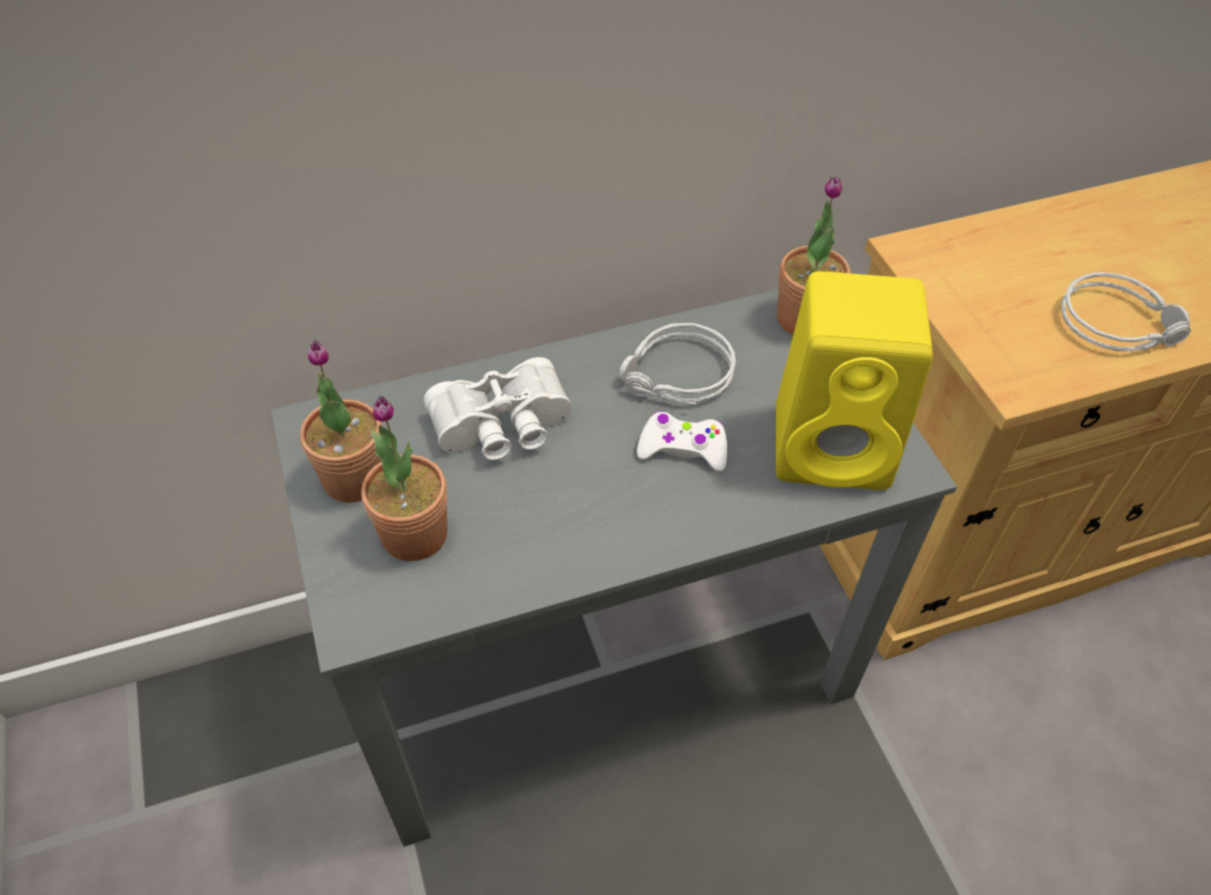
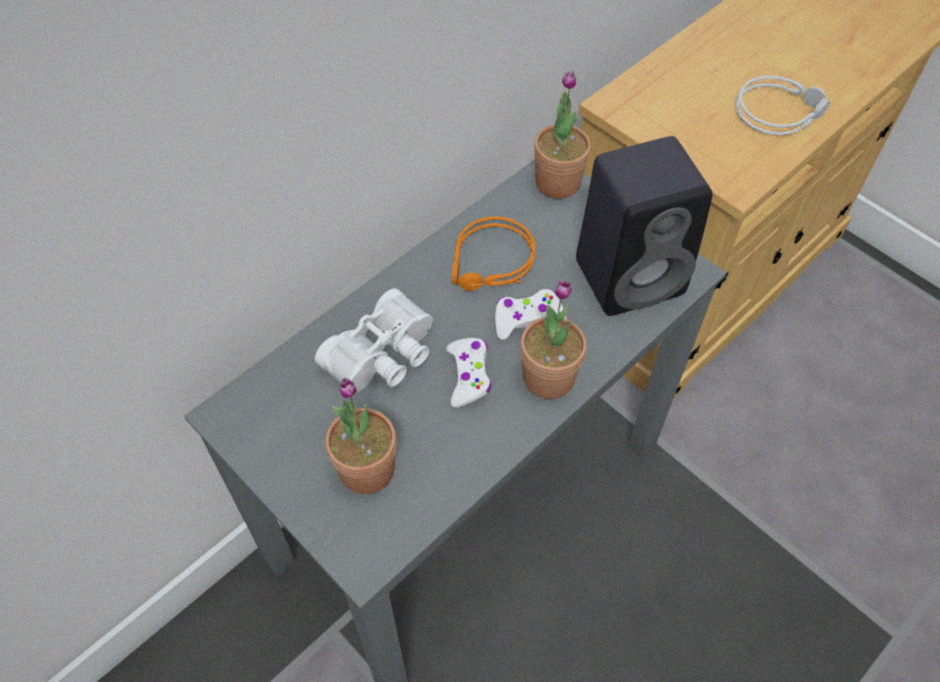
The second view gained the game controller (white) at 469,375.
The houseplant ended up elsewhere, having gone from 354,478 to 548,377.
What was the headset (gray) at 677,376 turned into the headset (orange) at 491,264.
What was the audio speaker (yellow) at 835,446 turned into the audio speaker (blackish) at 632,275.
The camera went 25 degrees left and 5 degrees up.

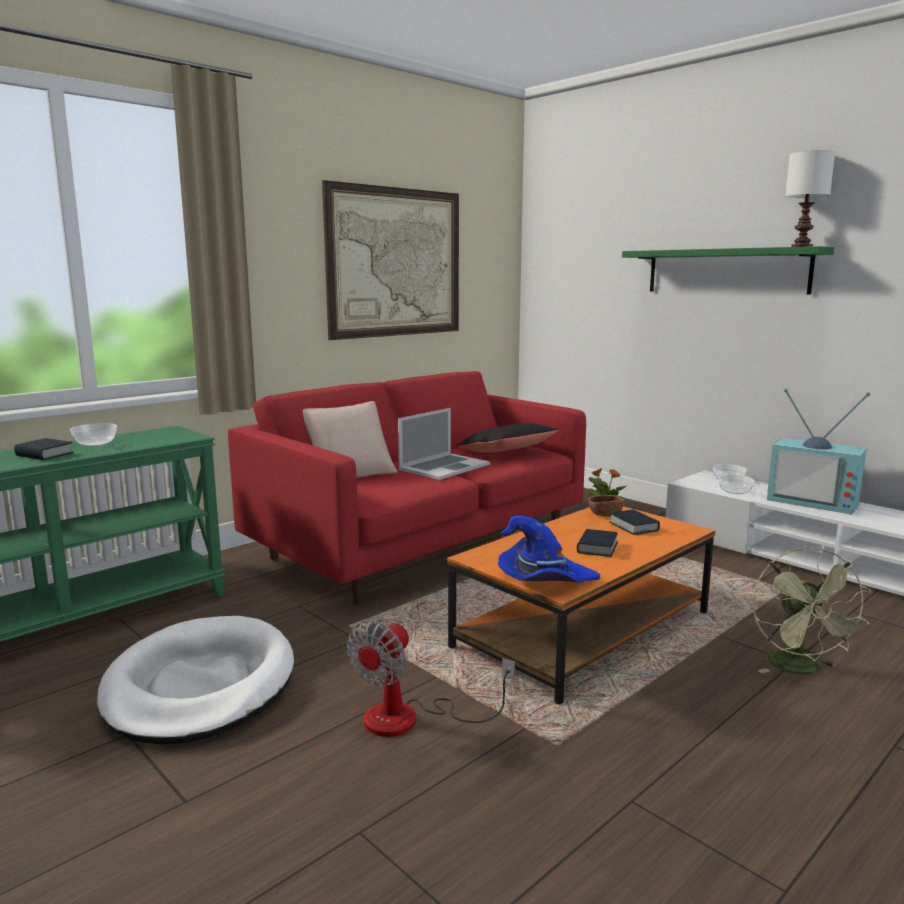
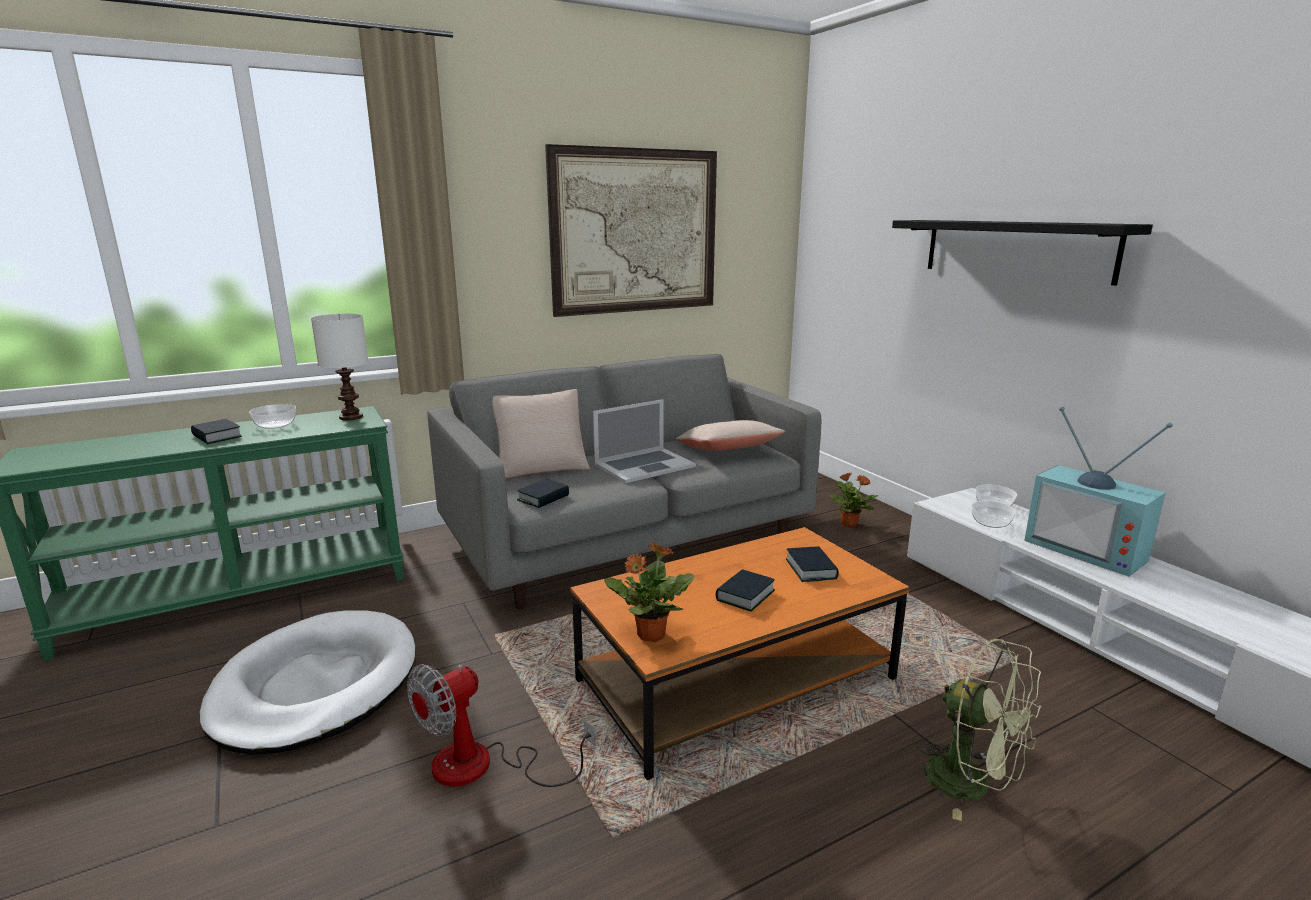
The second view lost the deep dish (brown) at 605,514.
The second view gained the volume at 543,498.
The table lamp (white) ended up elsewhere, having gone from 802,246 to 350,417.
Where the clothing hat (blue) stood at 544,580, the houseplant came to stand at 650,635.
What was the couch (red-coloured) at 420,544 turned into the couch (gray) at 627,541.
What was the pillow (blackish) at 507,452 turned into the pillow (sand-coloured) at 728,451.
What was the wall shelf (green) at 726,271 turned into the wall shelf (blackish) at 1015,249.
The cooling fan (green) at 800,669 ended up facing another way, 60 degrees counterclockwise from before.
The camera went 15 degrees right and 5 degrees up.

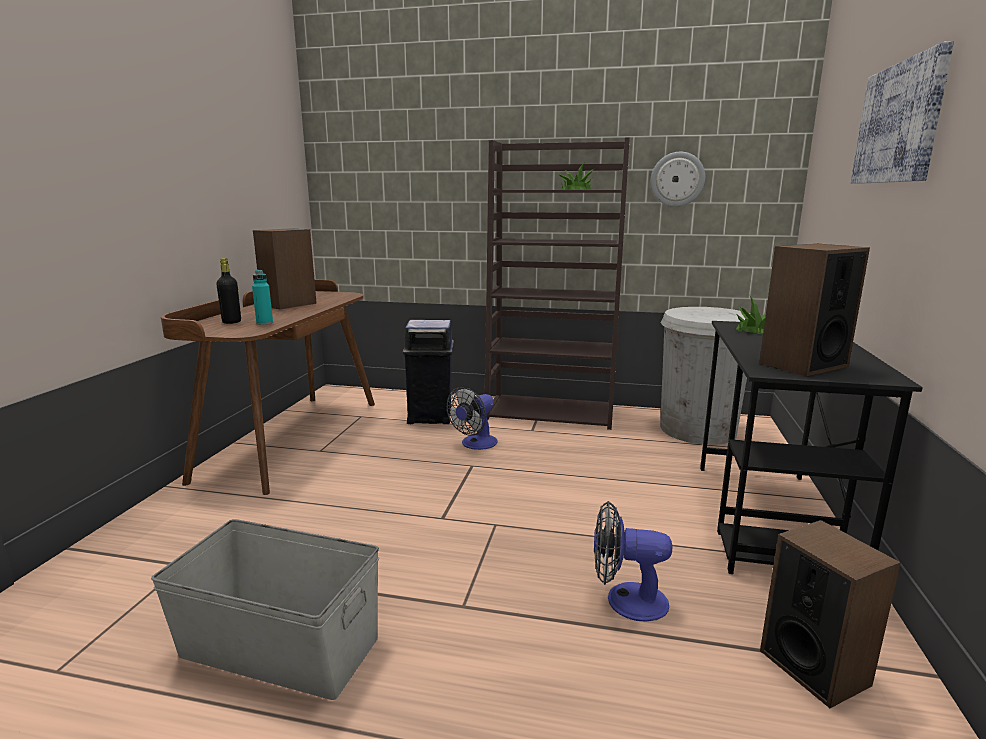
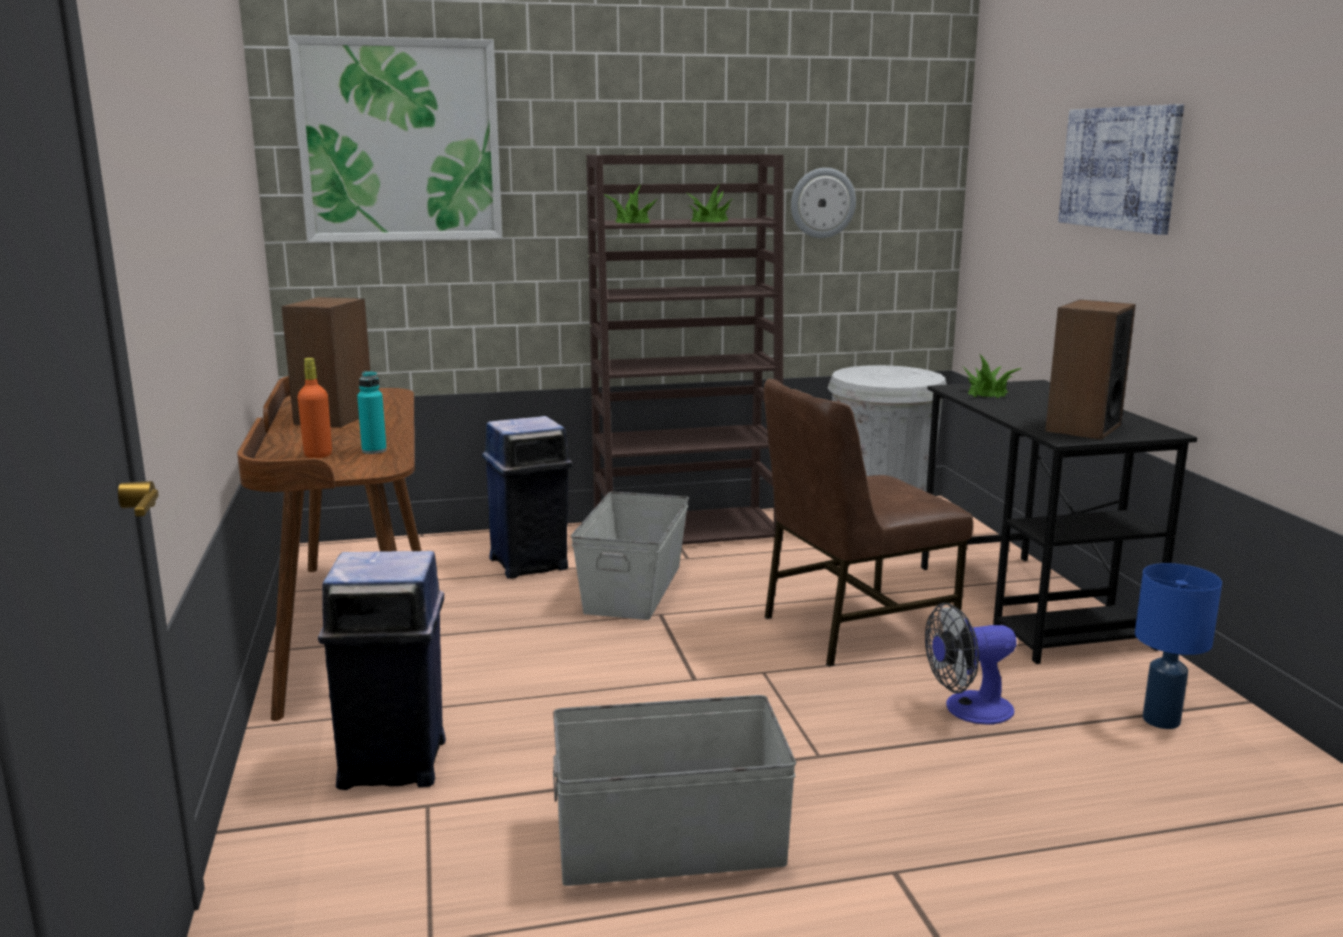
The second view gained the wall art at 400,141.
The second view gained the waste bin (blue) at 395,763.
The second view gained the houseplant at 632,221.
The second view gained the chair (brown) at 853,627.
Where the cooling fan stood at 475,444, the storage box (gray) came to stand at 634,588.
Where the audio speaker stood at 814,667, the table lamp (blue) came to stand at 1162,720.
What was the bottle (blackish) at 231,322 turned into the bottle (orange) at 318,455.
The camera went 25 degrees left and 0 degrees up.

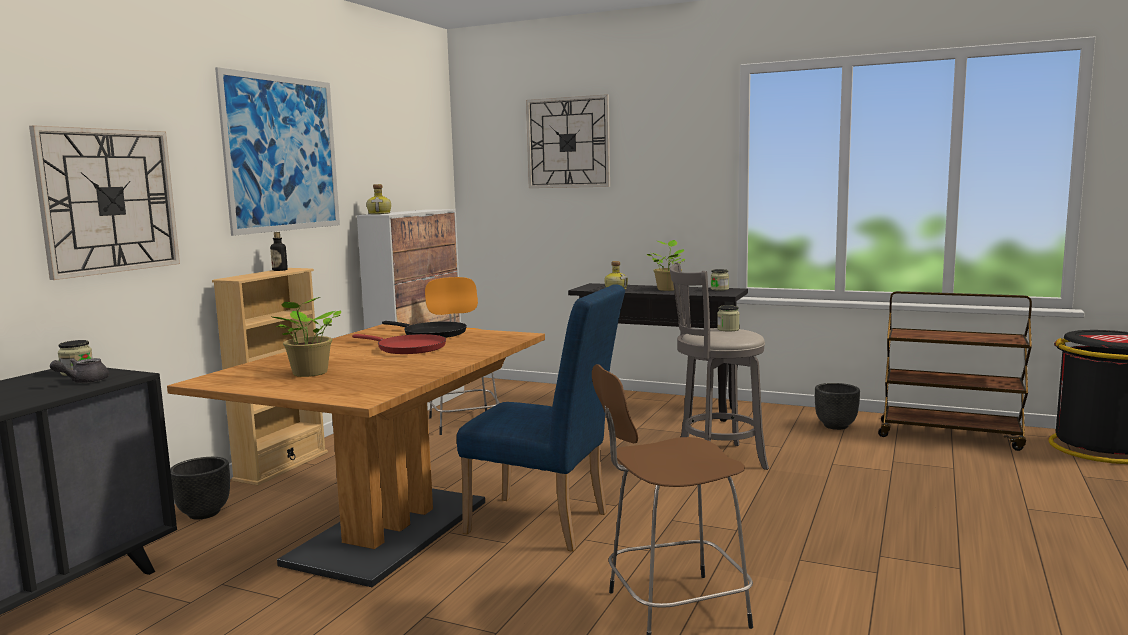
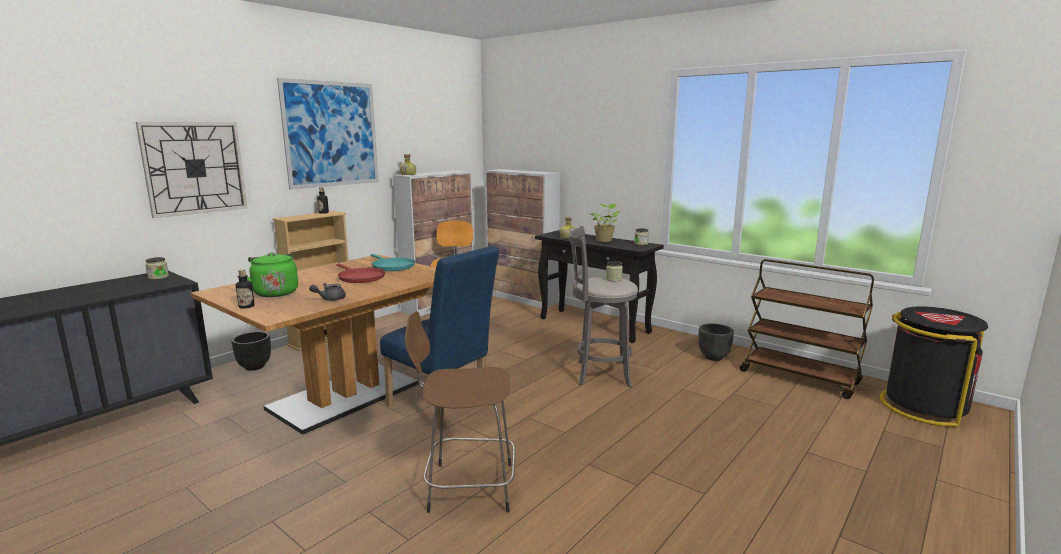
The second view lost the hanging clock at 568,142.
The second view gained the bottle at 246,306.
The second view gained the cabinet at 522,299.
The pot for tea (gray) ended up elsewhere, having gone from 83,381 to 330,299.
Where the houseplant stood at 309,374, the kettle (green) came to stand at 275,292.
What was the frying pan (blackish) at 431,334 turned into the frying pan (turquoise-coloured) at 392,266.
The camera went 15 degrees right and 5 degrees up.

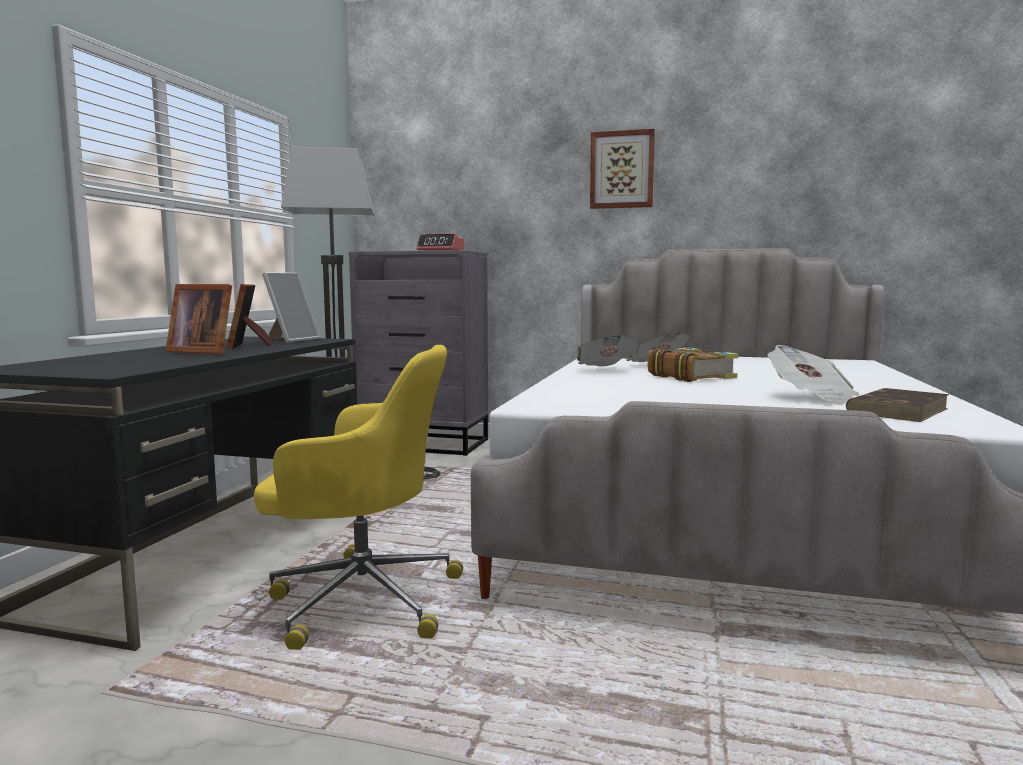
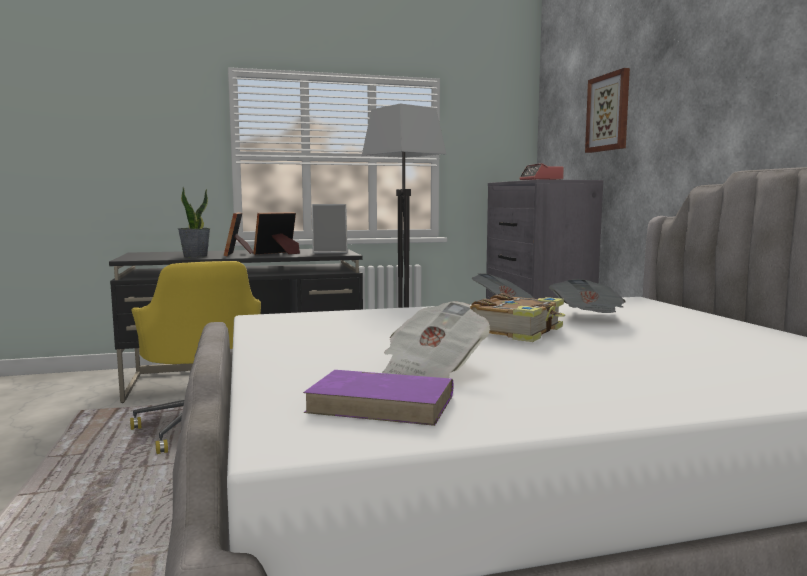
The second view gained the houseplant at 195,256.
The wall art ended up elsewhere, having gone from 622,170 to 608,112.
What was the volume (brown) at 897,410 turned into the volume (purple-coloured) at 383,403.
The camera went 60 degrees right and 0 degrees up.

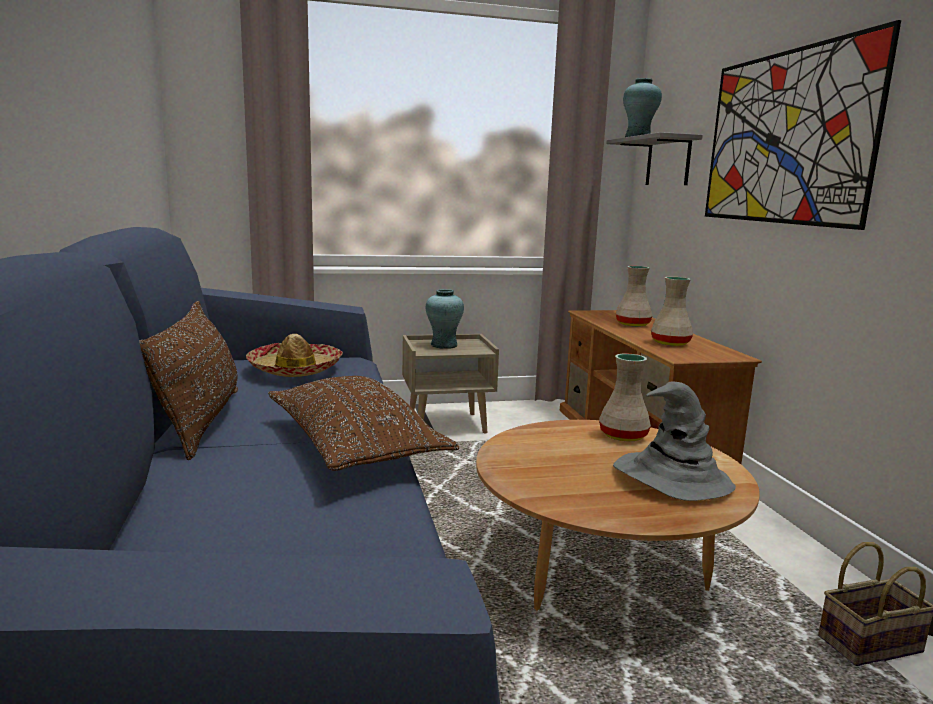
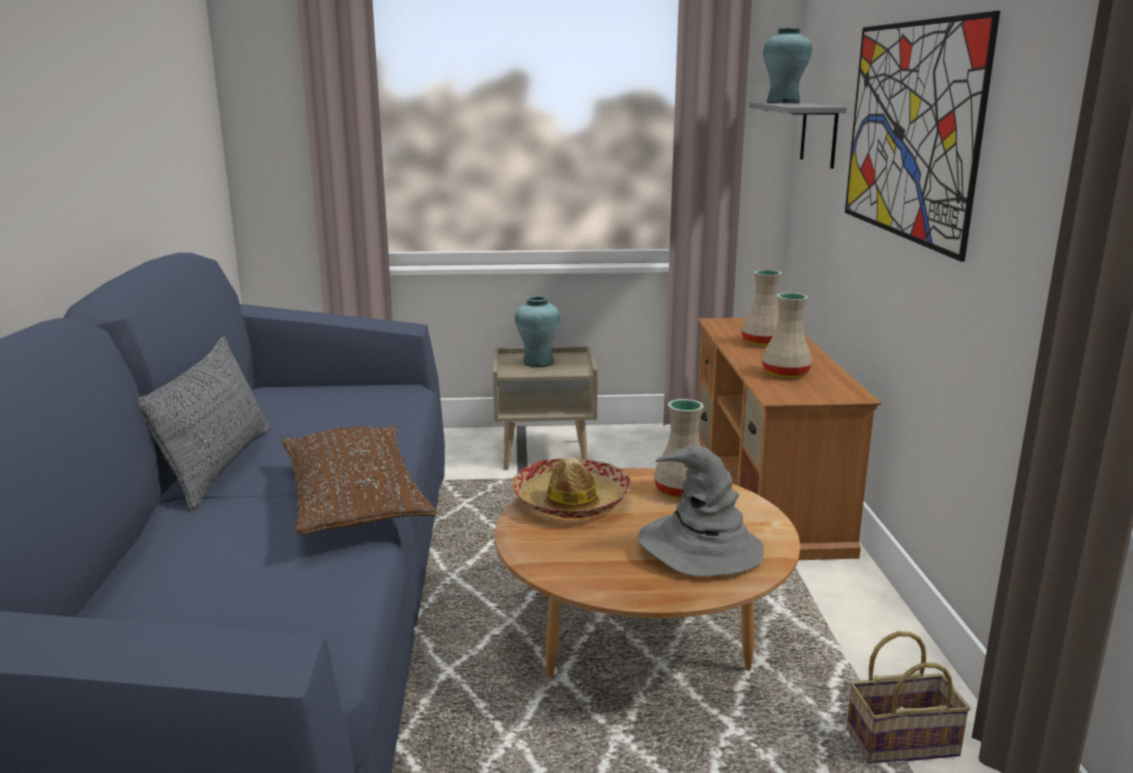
The clothing hat ended up elsewhere, having gone from 295,369 to 571,501.
What was the pillow (brown) at 200,421 turned into the pillow (gray) at 218,466.
The camera went 10 degrees right and 5 degrees up.

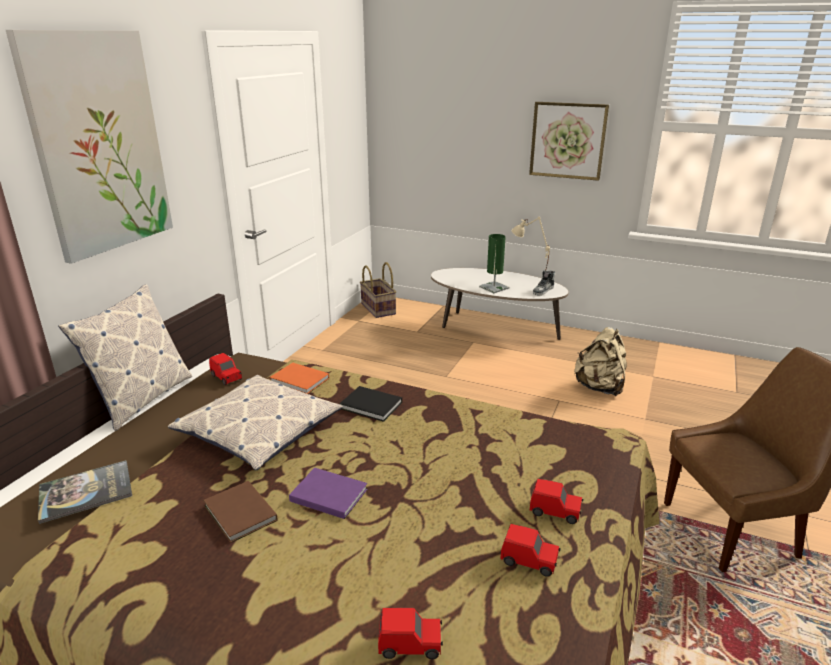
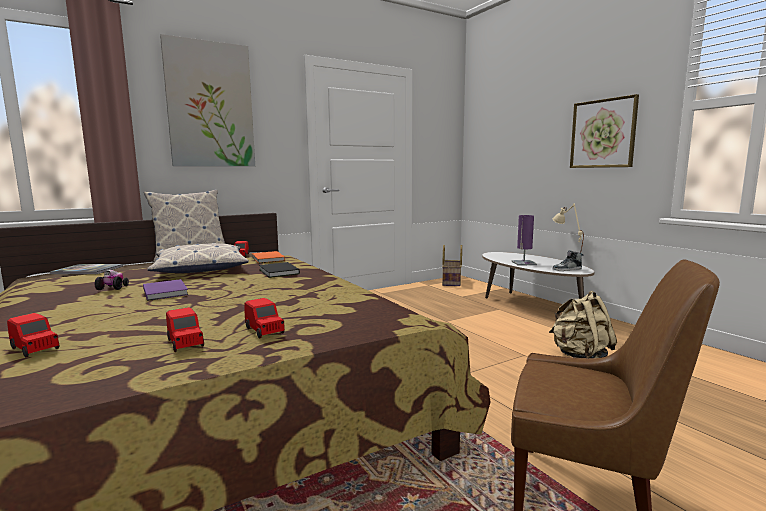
Where the volume (brown) stood at 240,515, the toy car came to stand at 113,288.
What was the table lamp (green) at 494,287 turned into the table lamp (purple-coloured) at 523,263.
The camera went 35 degrees right and 15 degrees down.

